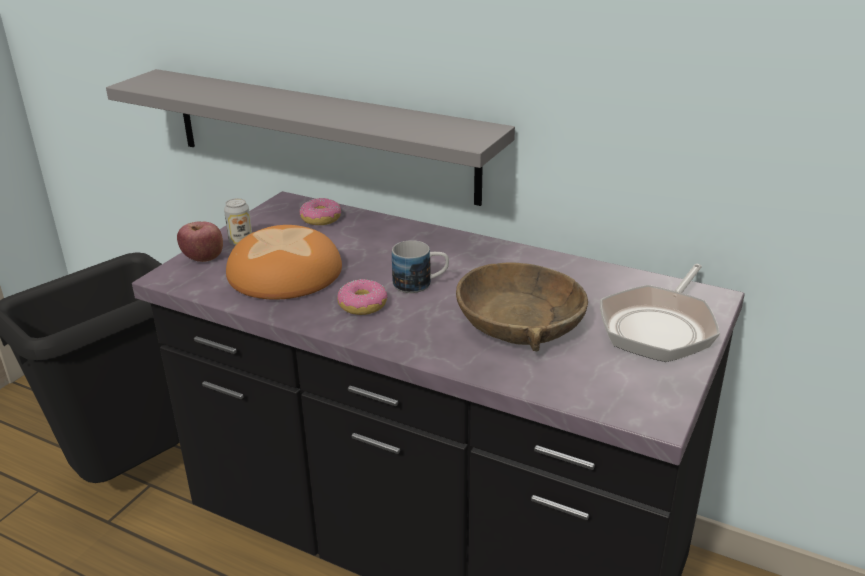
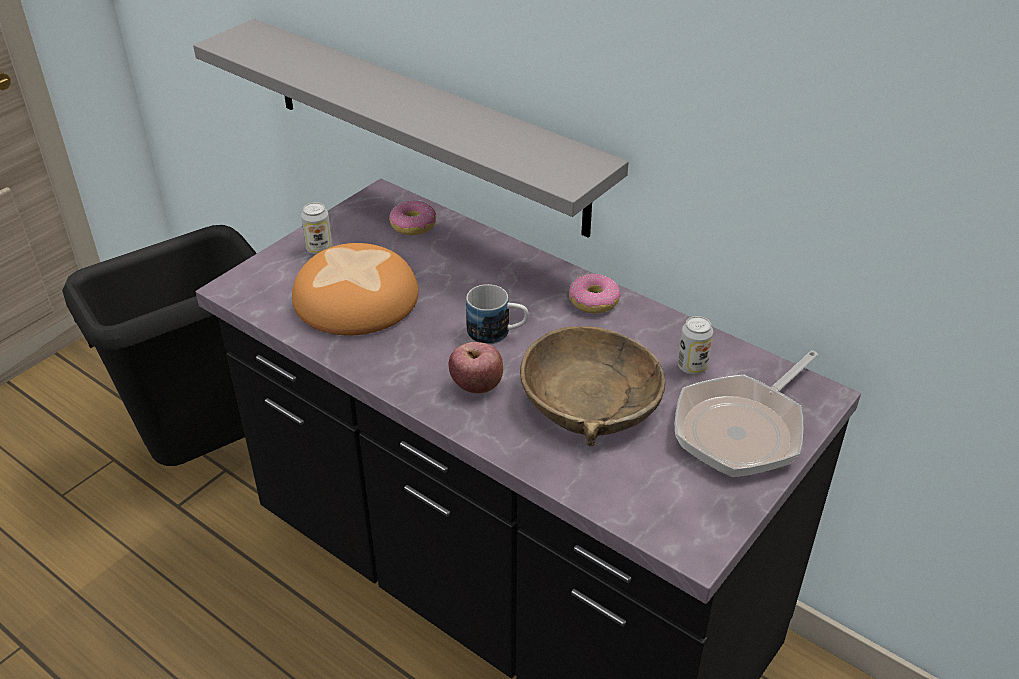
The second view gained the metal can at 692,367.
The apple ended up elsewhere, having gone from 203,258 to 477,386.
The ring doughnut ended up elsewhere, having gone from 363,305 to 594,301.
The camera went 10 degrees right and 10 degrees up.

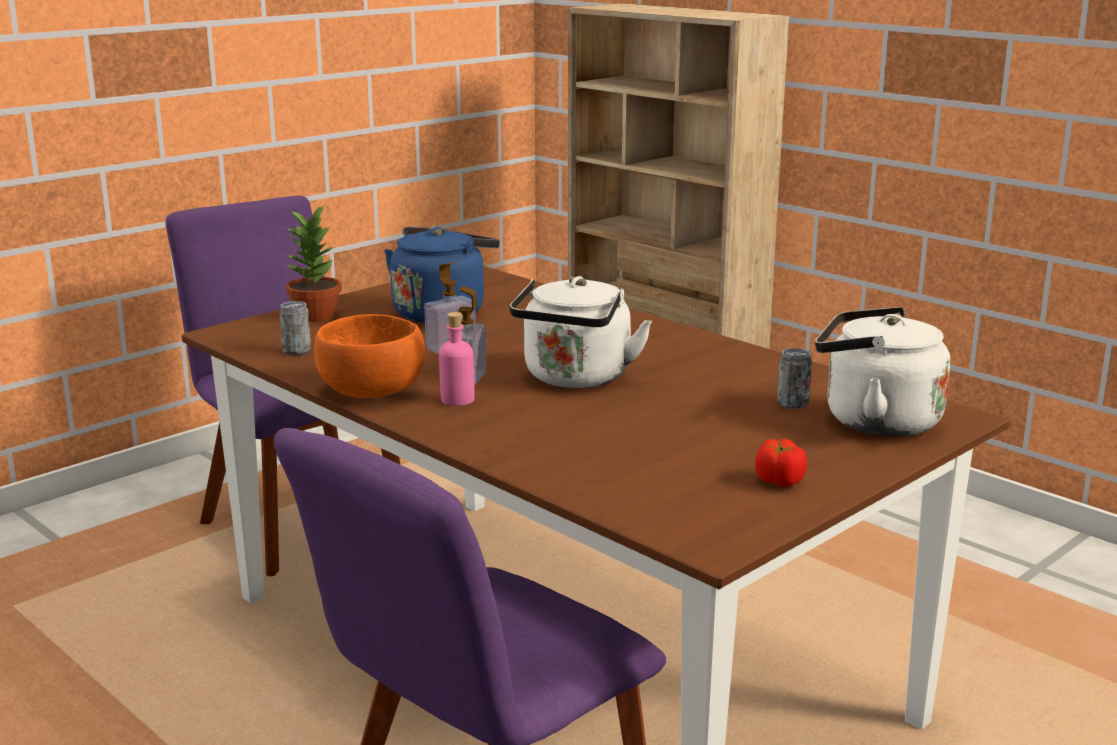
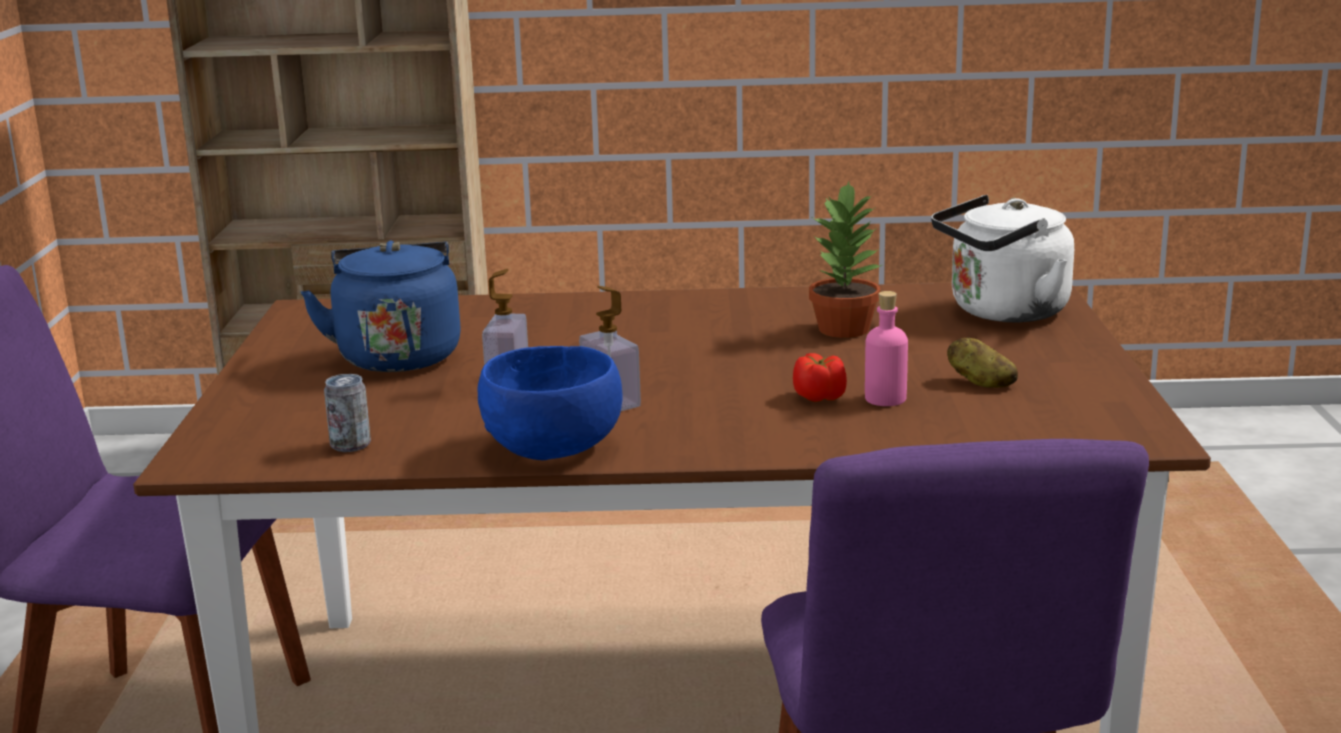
The second view lost the kettle (white) at 575,379.
The second view lost the metal can at 792,404.
The second view gained the spud at 980,382.
The houseplant ended up elsewhere, having gone from 316,316 to 845,329.
The bottle (pink) ended up elsewhere, having gone from 457,399 to 885,398.
The fresh tomato ended up elsewhere, having gone from 779,481 to 820,397.
What was the deep dish (orange) at 372,391 turned into the deep dish (blue) at 555,447.
The camera went 45 degrees left and 0 degrees up.

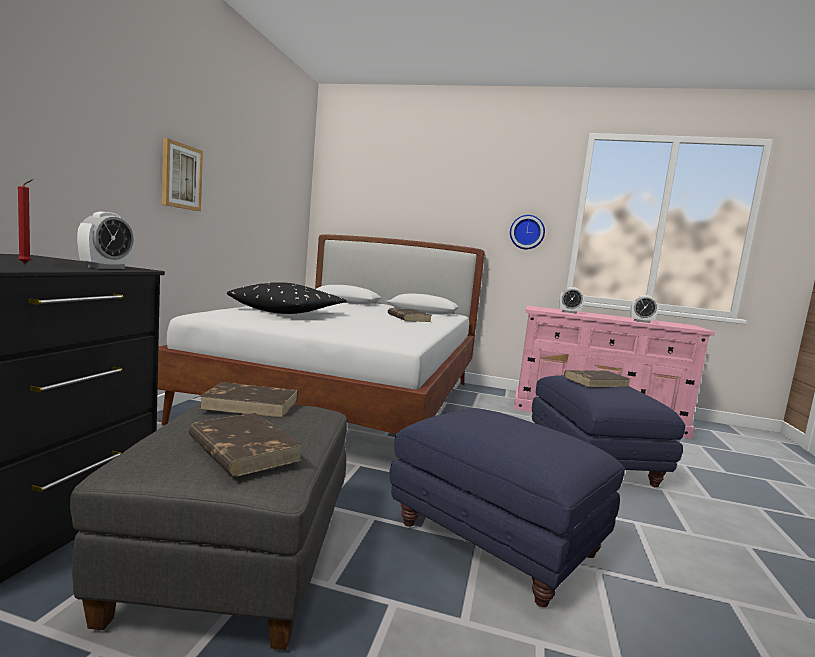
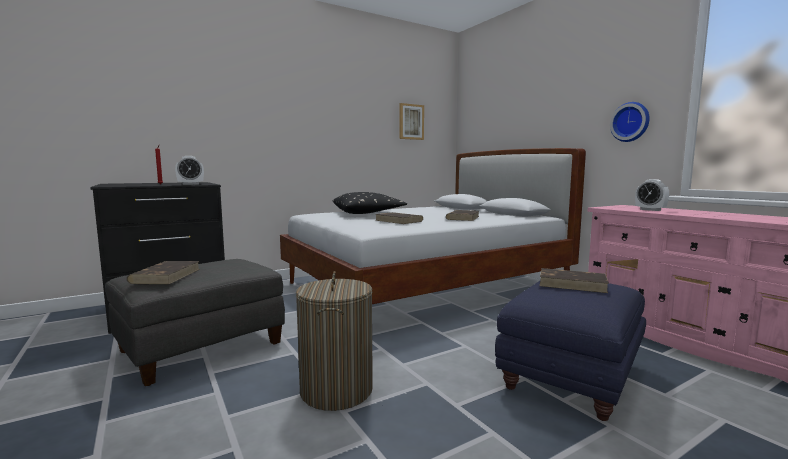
The second view lost the table clock at 641,321.
The wall art ended up elsewhere, having gone from 181,176 to 411,122.
The volume (brown) ended up elsewhere, having gone from 252,404 to 399,221.
Where the ottoman (blue) stood at 493,539, the washing basket came to stand at 336,390.
The camera went 45 degrees right and 0 degrees up.

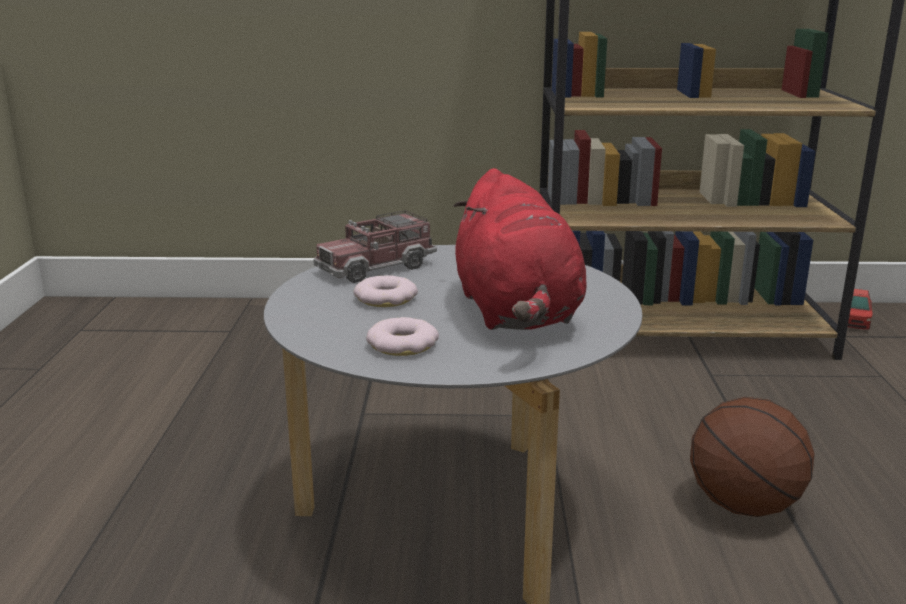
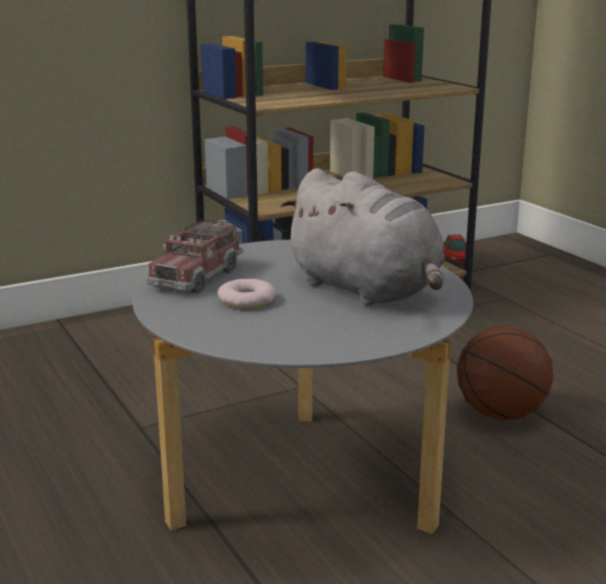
The second view lost the ring doughnut at 402,344.
What was the cuddly toy (red-coloured) at 516,314 turned into the cuddly toy (gray) at 367,290.
The camera went 30 degrees left and 0 degrees up.

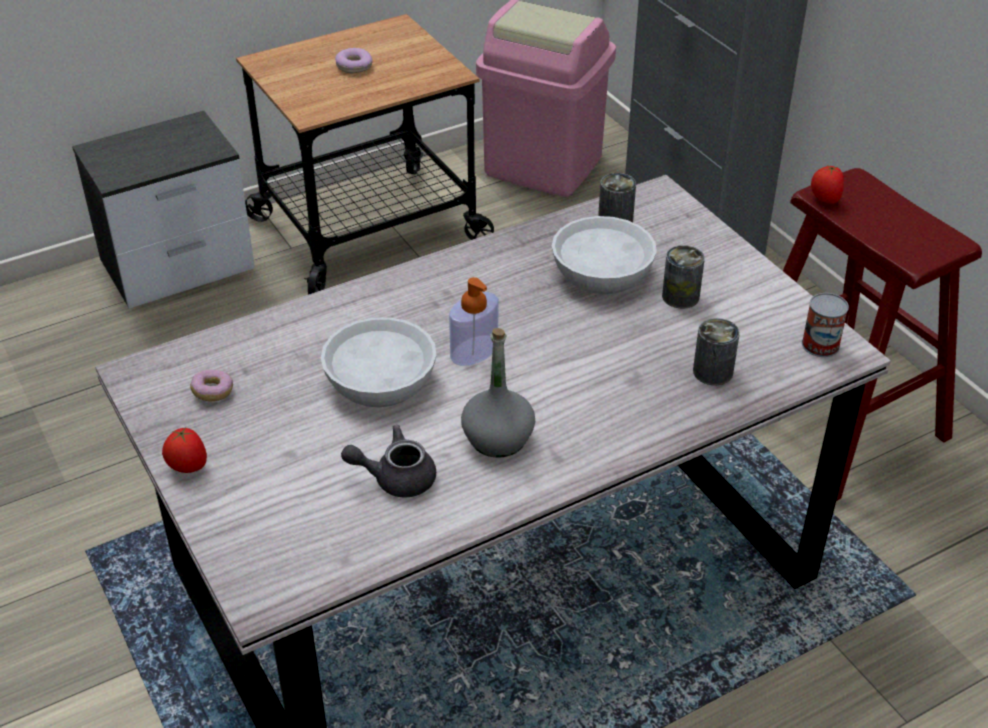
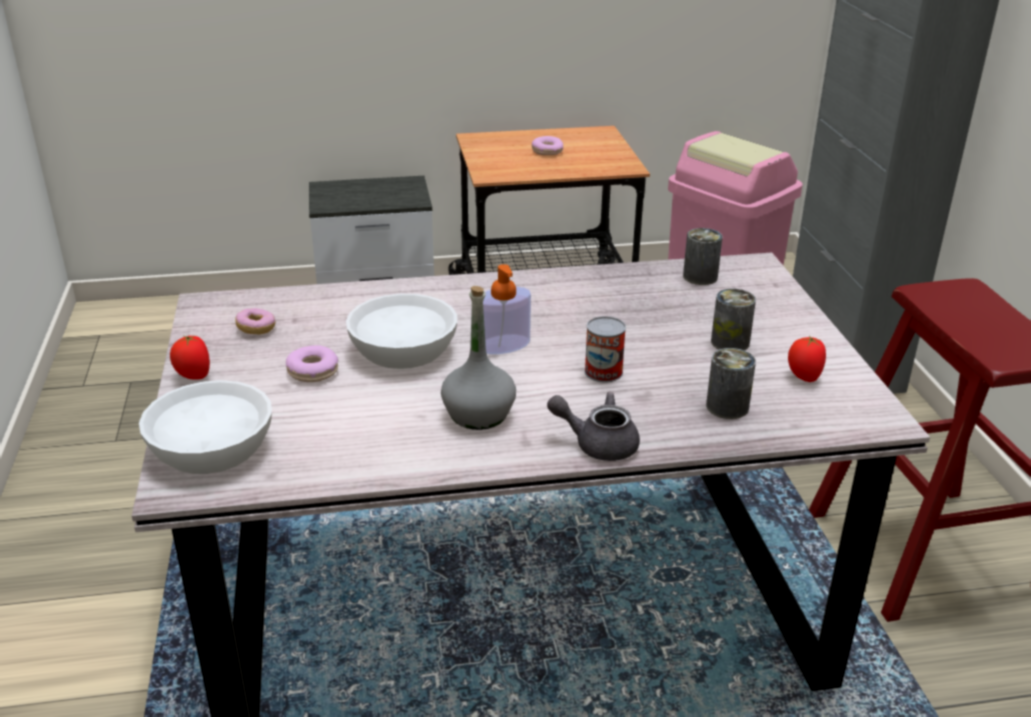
The second view gained the ring doughnut at 312,371.
The pot for tea (gray) ended up elsewhere, having gone from 395,478 to 597,443.
The deep dish (white) ended up elsewhere, having gone from 603,272 to 213,447.
The metal can ended up elsewhere, having gone from 820,345 to 603,372.
The fresh tomato ended up elsewhere, having gone from 824,200 to 803,377.
The camera went 20 degrees right and 10 degrees down.

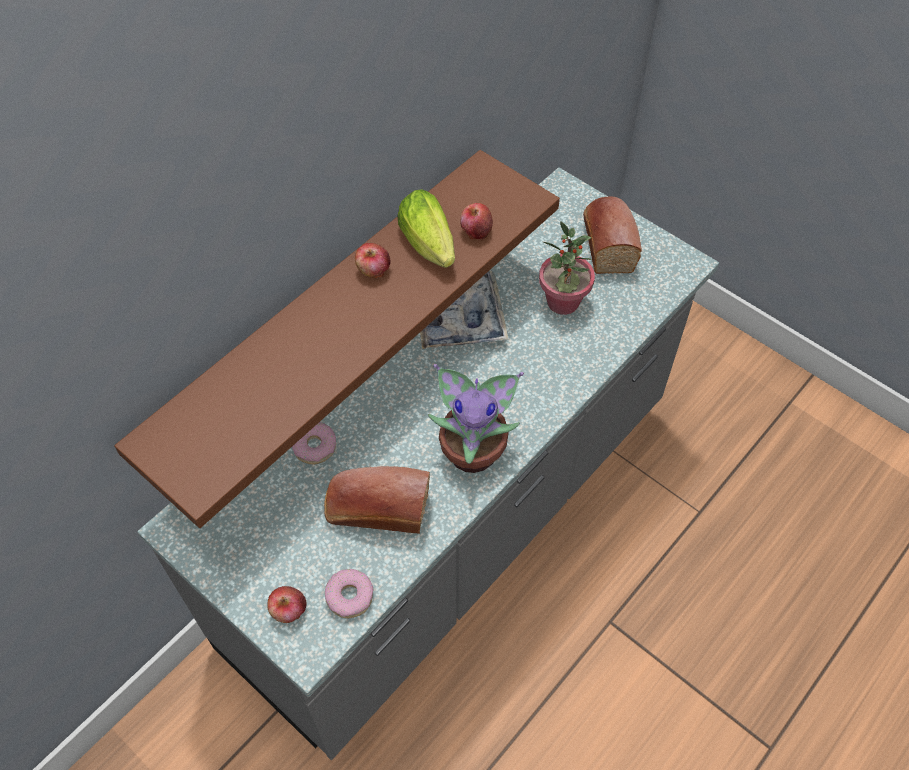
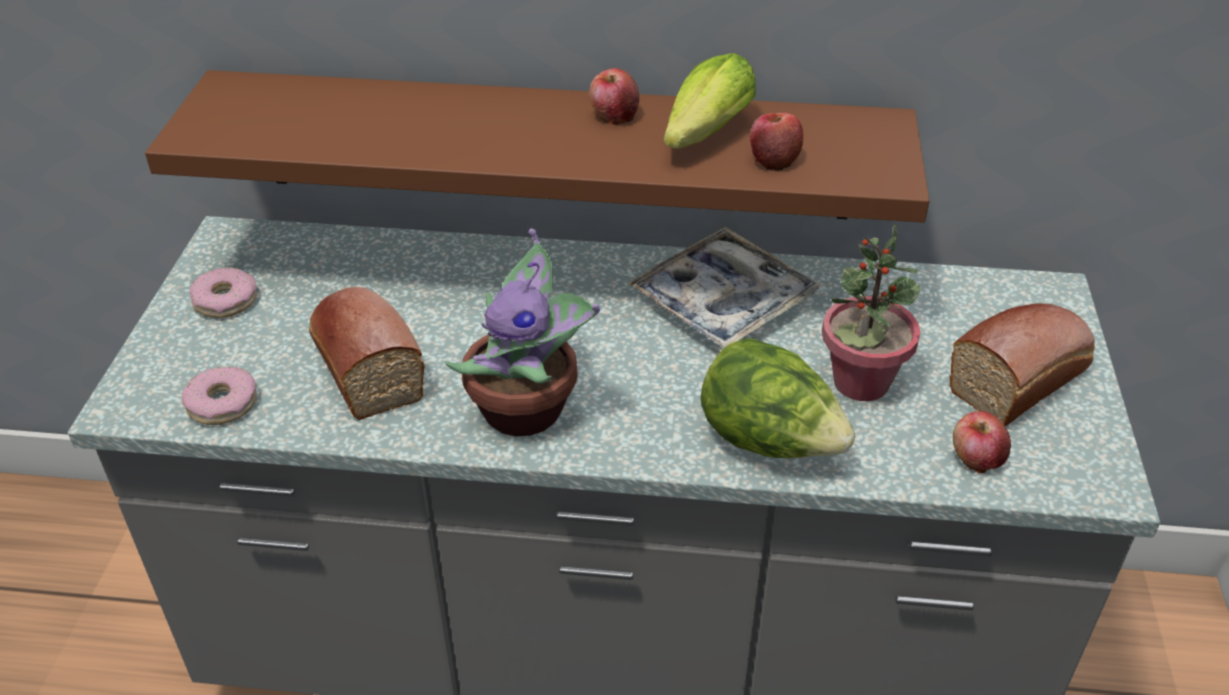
The second view gained the head of lettuce at 769,442.
The apple ended up elsewhere, having gone from 289,610 to 976,458.
The ring doughnut ended up elsewhere, having gone from 314,446 to 226,301.
The camera went 55 degrees right and 15 degrees down.

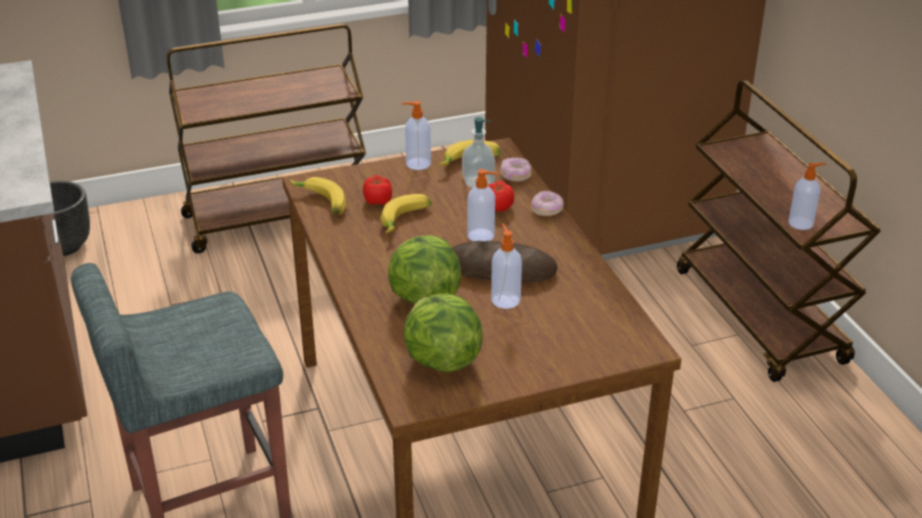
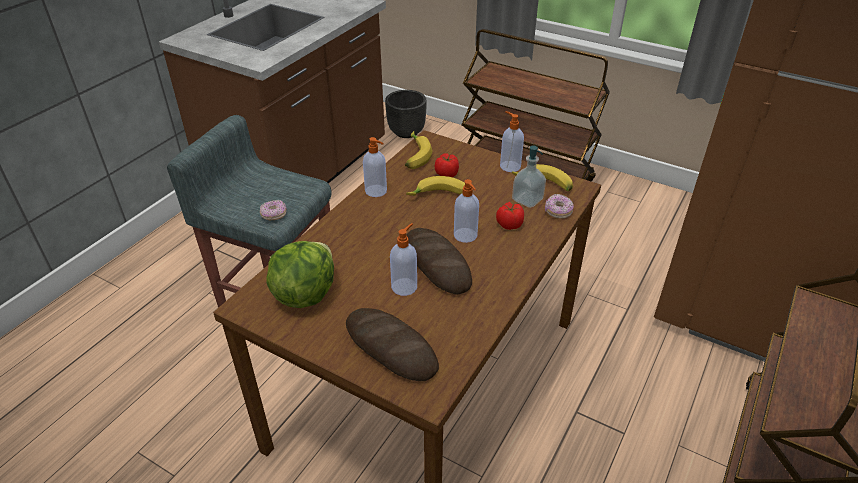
The second view lost the head of lettuce at 423,297.
The second view gained the bread at 390,348.
The ring doughnut ended up elsewhere, having gone from 547,210 to 274,215.
The liquid soap bottle ended up elsewhere, having gone from 801,223 to 376,191.
The camera went 50 degrees right and 5 degrees up.

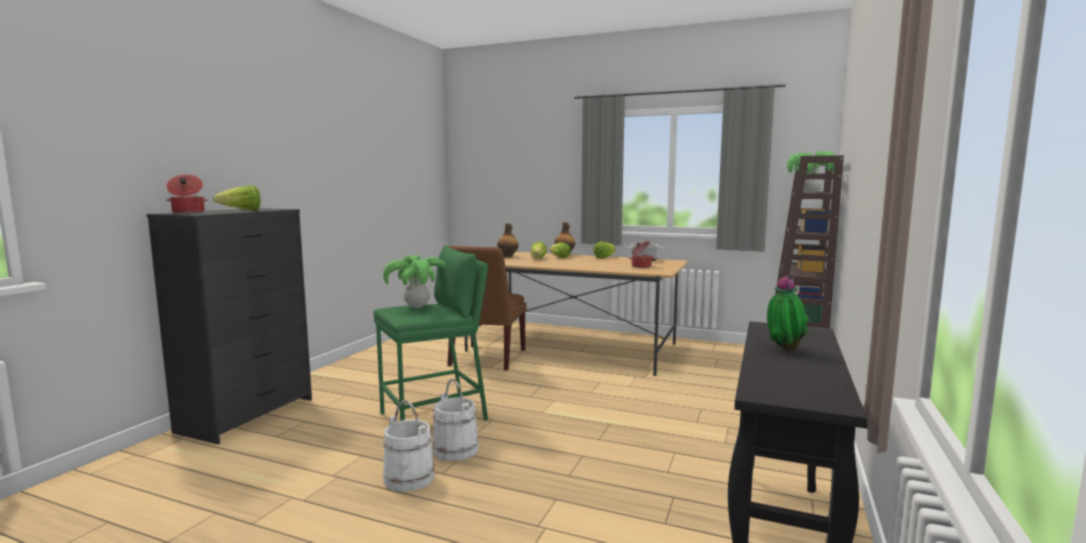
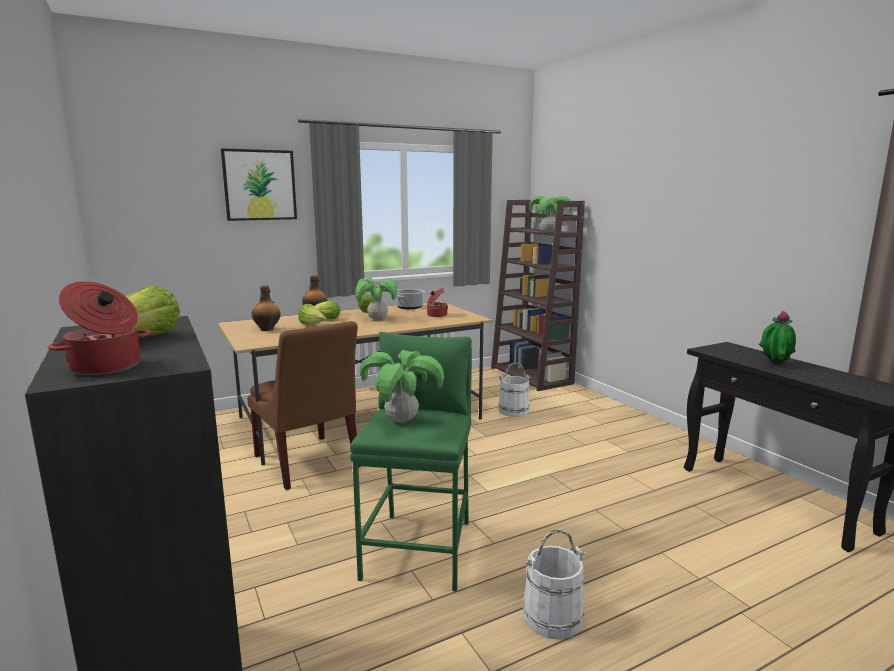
The second view gained the wall art at 259,185.
The second view gained the houseplant at 378,319.
The bucket (white) ended up elsewhere, having gone from 455,450 to 513,411.
The camera went 50 degrees left and 5 degrees up.

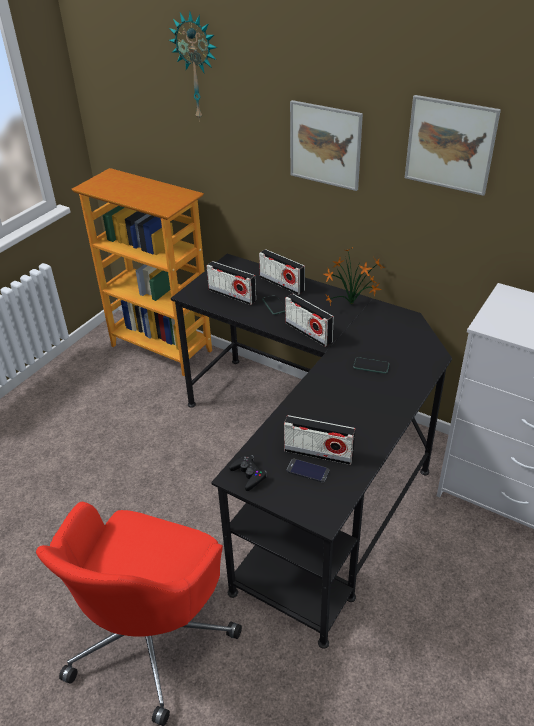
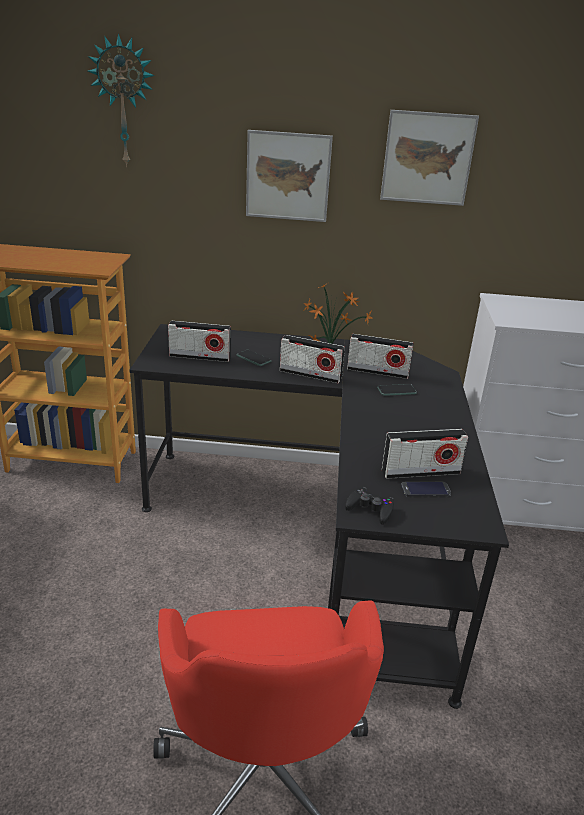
The radio ended up elsewhere, having gone from 282,284 to 377,372.
The camera went 30 degrees left and 10 degrees down.

